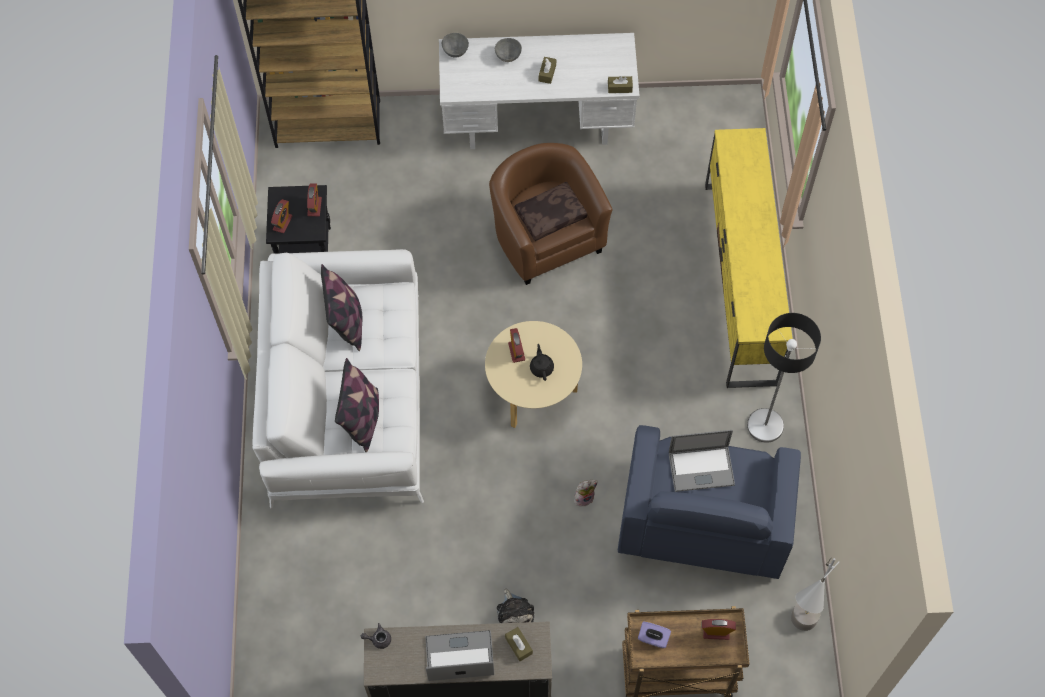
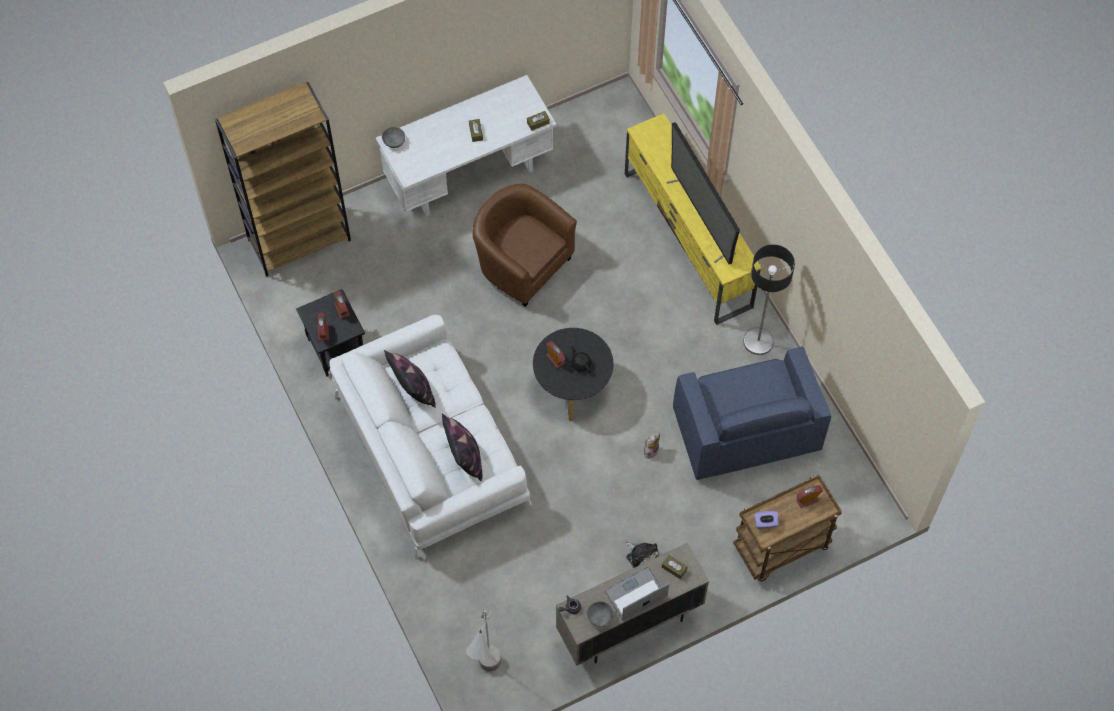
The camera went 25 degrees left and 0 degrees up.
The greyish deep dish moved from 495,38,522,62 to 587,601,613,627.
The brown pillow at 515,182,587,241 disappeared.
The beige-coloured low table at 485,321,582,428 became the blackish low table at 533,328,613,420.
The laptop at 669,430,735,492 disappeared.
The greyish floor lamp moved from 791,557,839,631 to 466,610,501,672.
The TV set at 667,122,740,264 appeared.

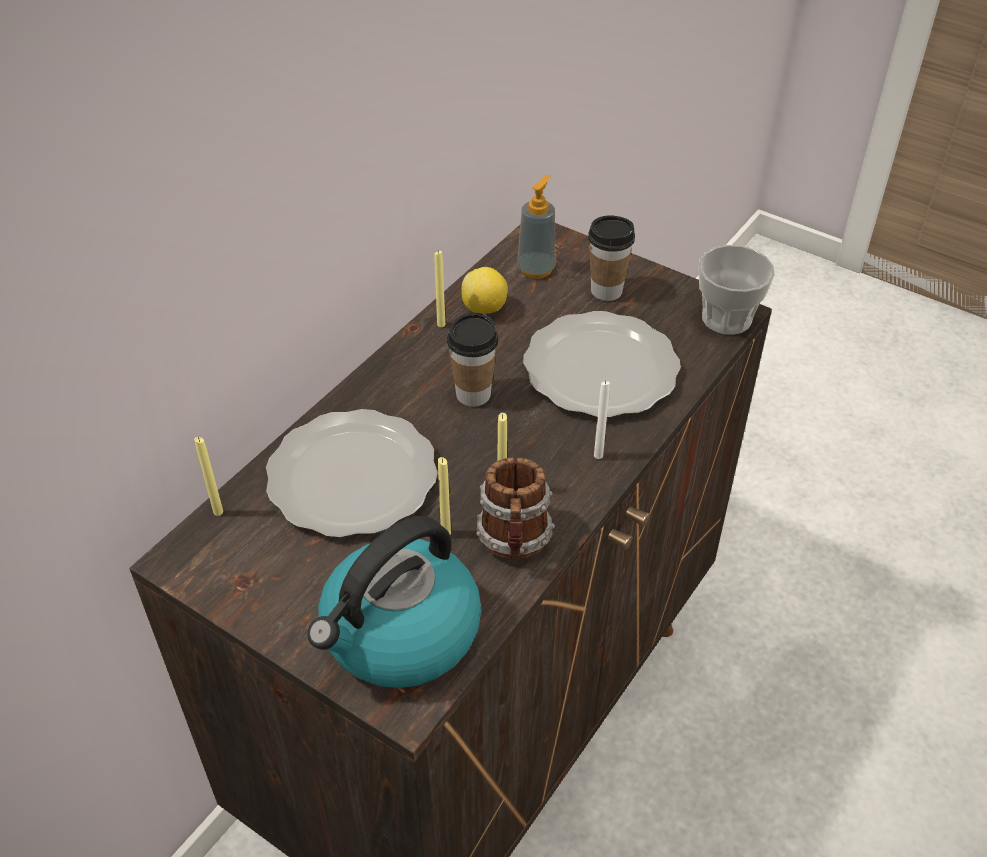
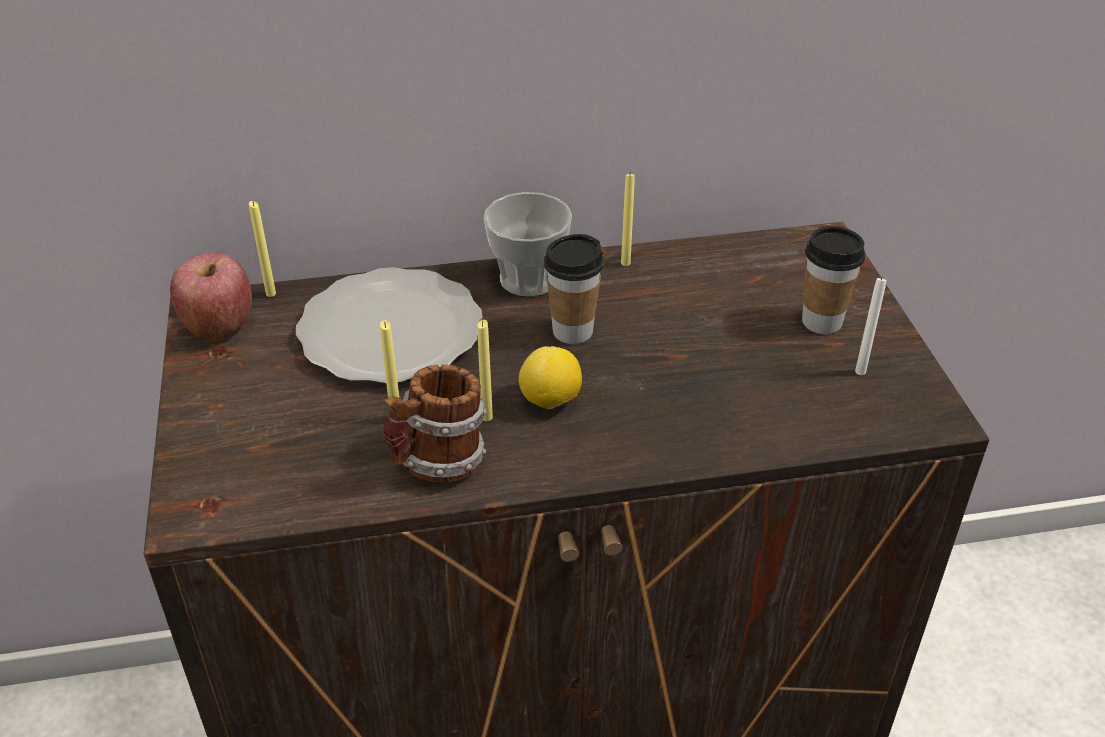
The camera went 45 degrees right and 5 degrees down.
The soap dispenser at 517,175,556,279 disappeared.
The small cup moved from 699,245,775,335 to 483,192,572,296.
The whole lemon moved from 461,267,508,314 to 519,346,582,409.
The dinner plate at 523,311,681,418 disappeared.
The white wax light moved from 594,381,610,459 to 855,277,886,375.
The tea kettle at 307,516,481,688 disappeared.
The apple fruit at 170,252,252,340 appeared.

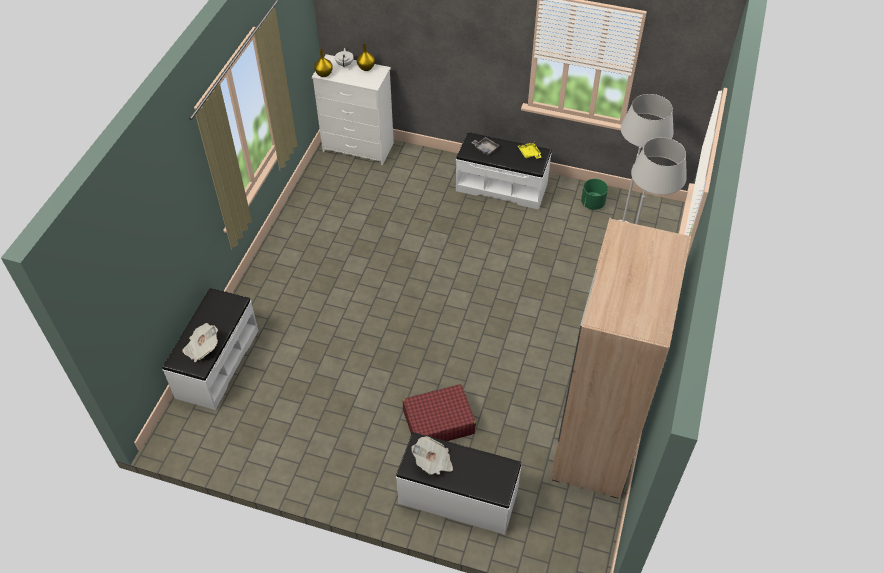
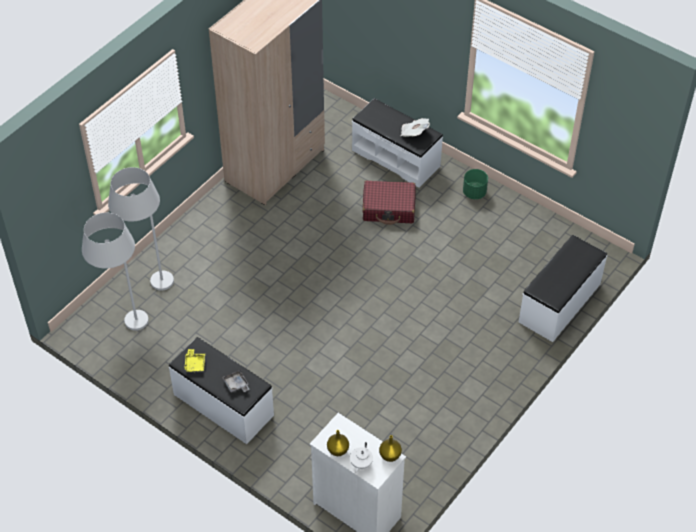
The camera went 160 degrees left and 0 degrees up.
The green-coloured plant pot moved from 581,179,608,210 to 463,169,488,199.
The printed paper at 183,323,218,362 disappeared.

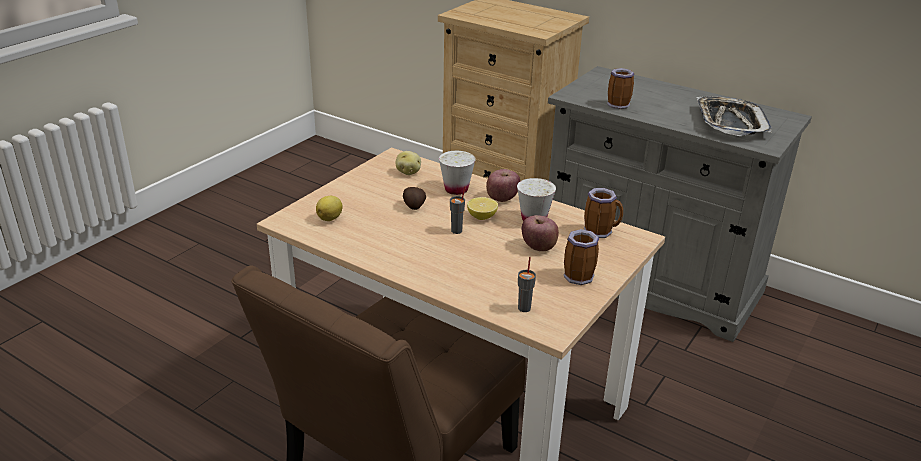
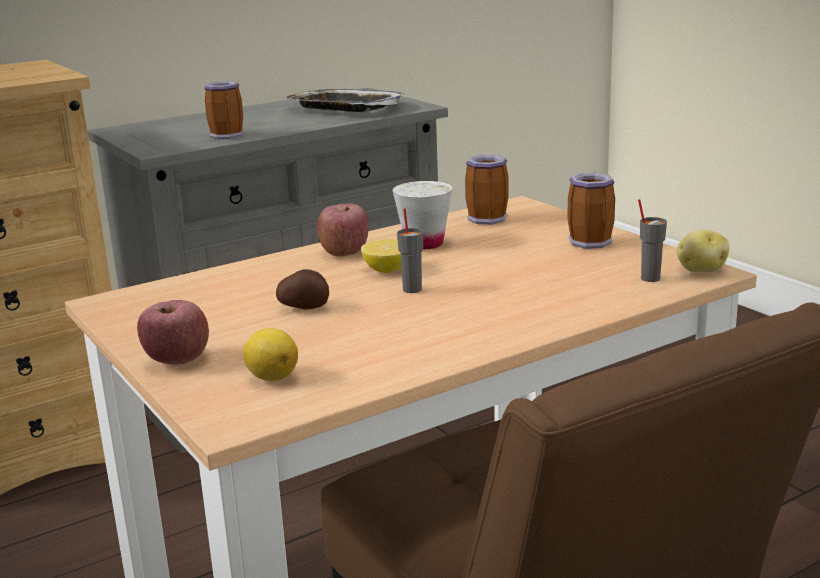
The camera went 65 degrees left and 10 degrees down.
The whole potato moved from 396,151,421,175 to 676,230,729,272.
The white small cup at 439,151,476,195 disappeared.
The apple fruit moved from 522,215,559,251 to 137,300,209,365.

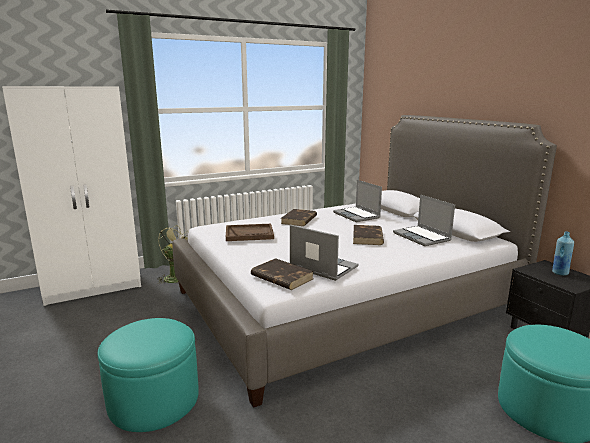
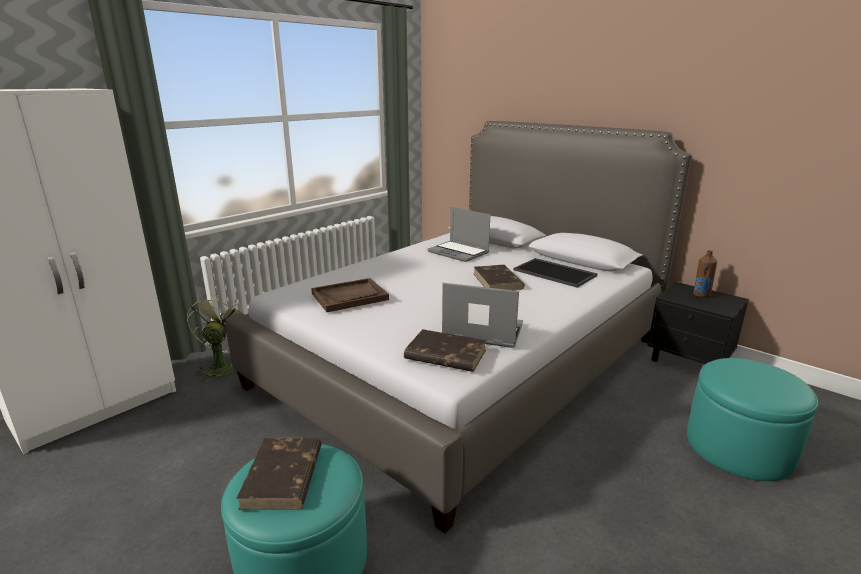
The camera went 20 degrees left and 5 degrees up.
The laptop at 393,195,455,246 was replaced by the serving tray at 514,258,597,288.
The brown volume moved from 281,209,317,226 to 236,438,322,510.
The blue-coloured beverage bottle at 552,231,574,276 became the brown beverage bottle at 693,250,717,298.

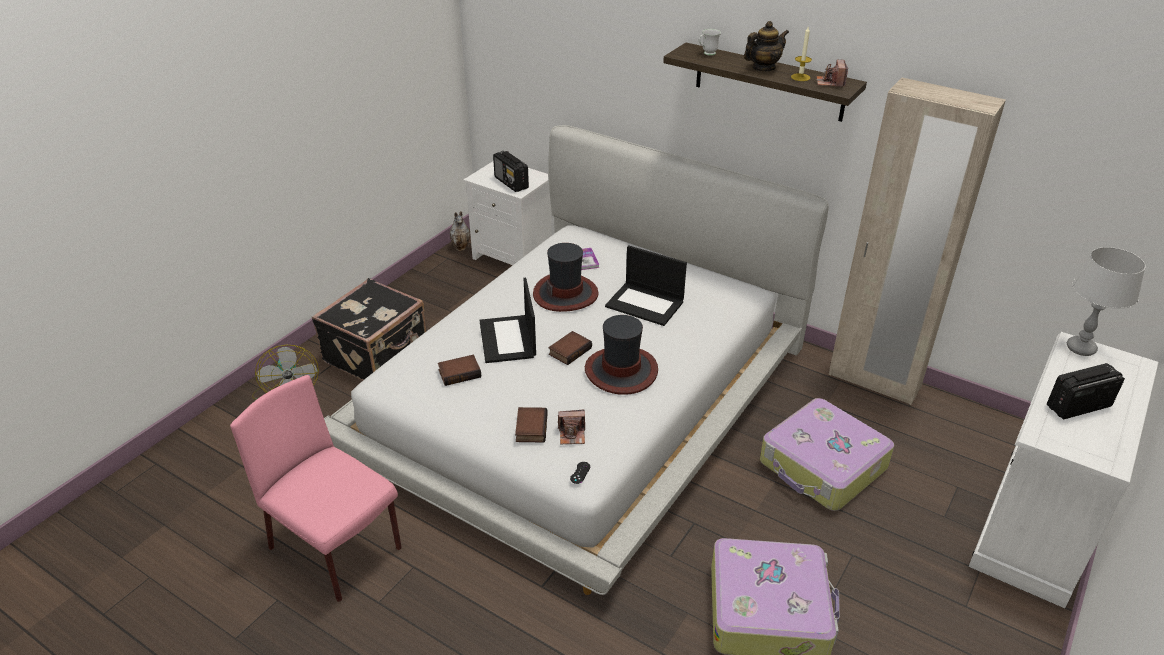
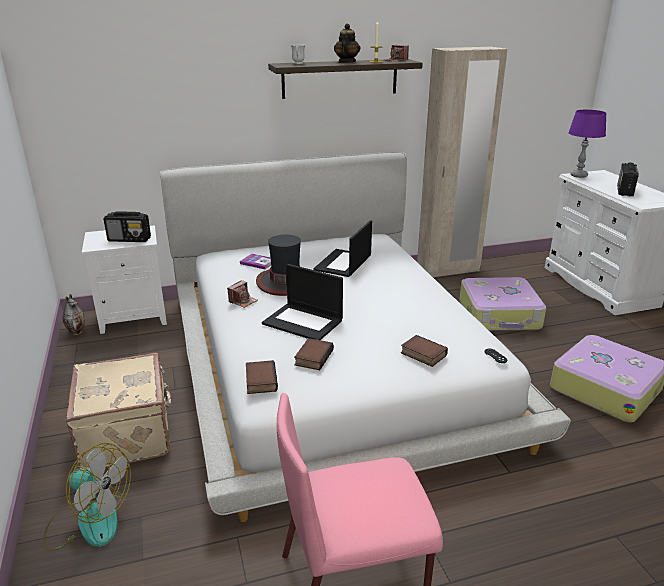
The camera went 50 degrees left and 10 degrees down.
The laptop at 605,245,687,326 turned 135 degrees clockwise.
The greyish table lamp at 1067,247,1146,356 became the purplish table lamp at 568,110,607,178.
The blackish travel case at 312,278,426,380 became the beige-coloured travel case at 66,353,173,469.
The clothing hat at 585,315,658,395 disappeared.
The volume moved from 548,331,592,365 to 246,360,278,394.
The still camera moved from 558,410,585,444 to 227,280,258,308.

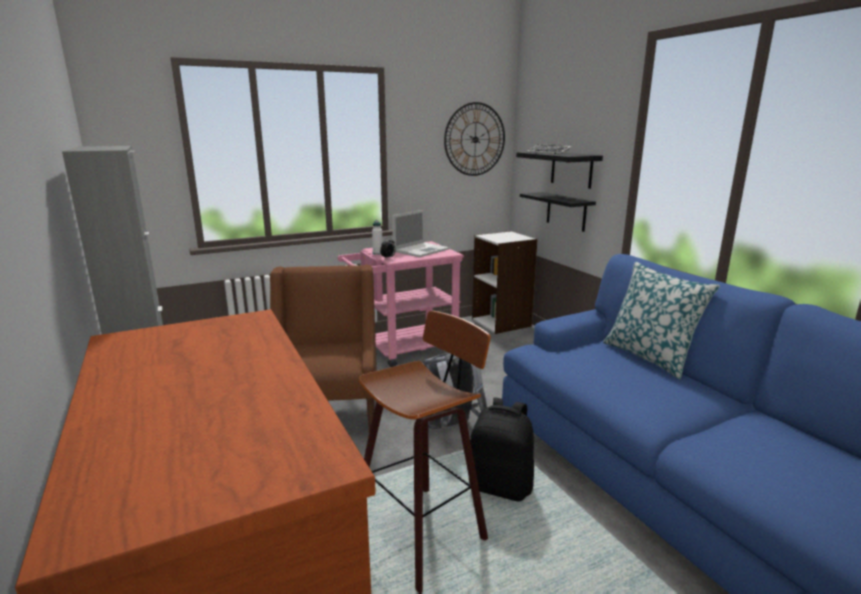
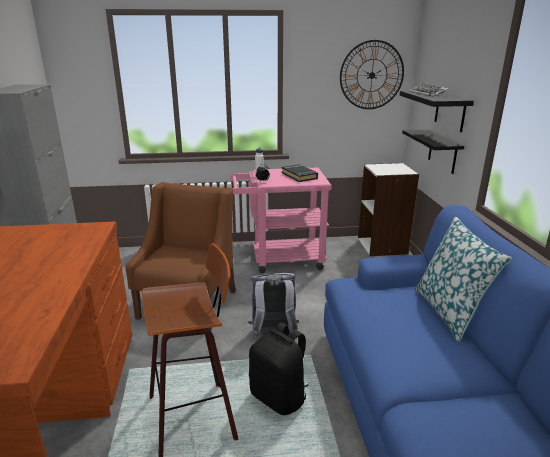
The camera went 20 degrees right and 5 degrees up.
The laptop at 392,210,450,257 was replaced by the blackish volume at 282,164,318,182.

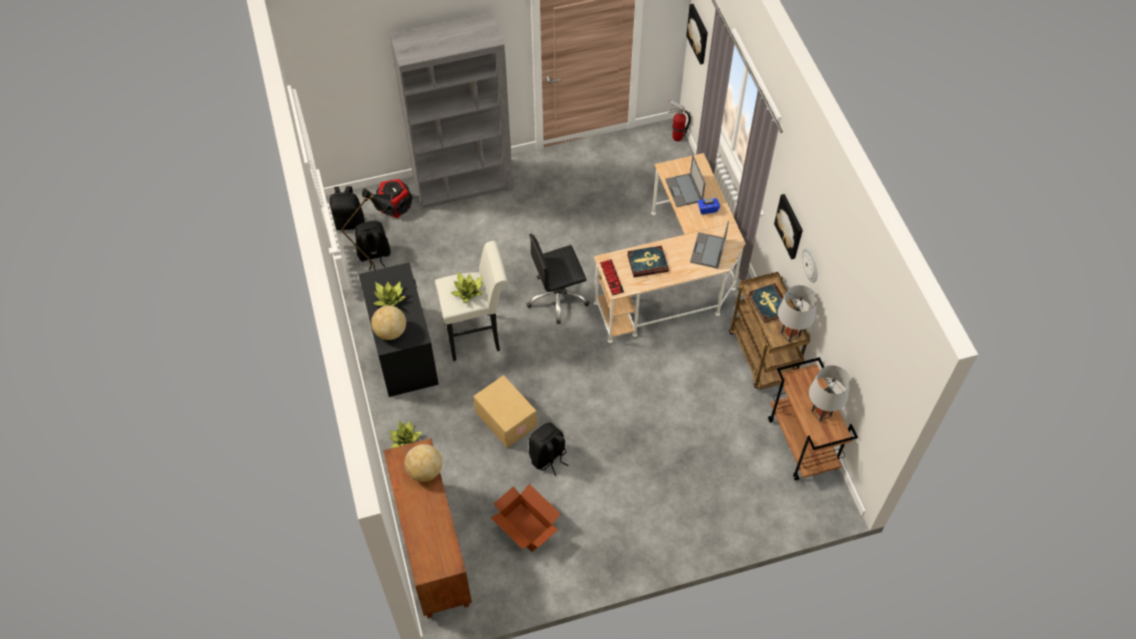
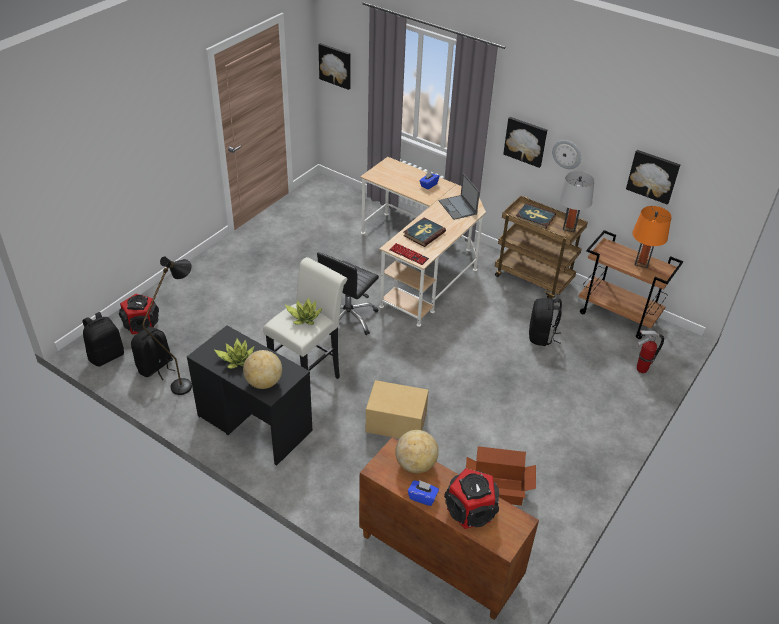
The camera went 40 degrees left and 15 degrees down.
The greyish shelving unit at 389,13,513,209 disappeared.
The fire-fighting cylinder moved from 668,99,691,141 to 637,331,664,373.
The laptop at 665,155,705,207 disappeared.
The greyish table lamp at 809,365,851,422 became the orange-coloured table lamp at 632,206,672,269.
The potted plant at 389,421,422,448 disappeared.
The blackish knapsack moved from 529,423,568,476 to 529,298,562,346.
The wall art at 626,150,680,205 appeared.
The loudspeaker at 444,468,499,529 appeared.
The blue-coloured box of tissues at 408,480,439,506 appeared.

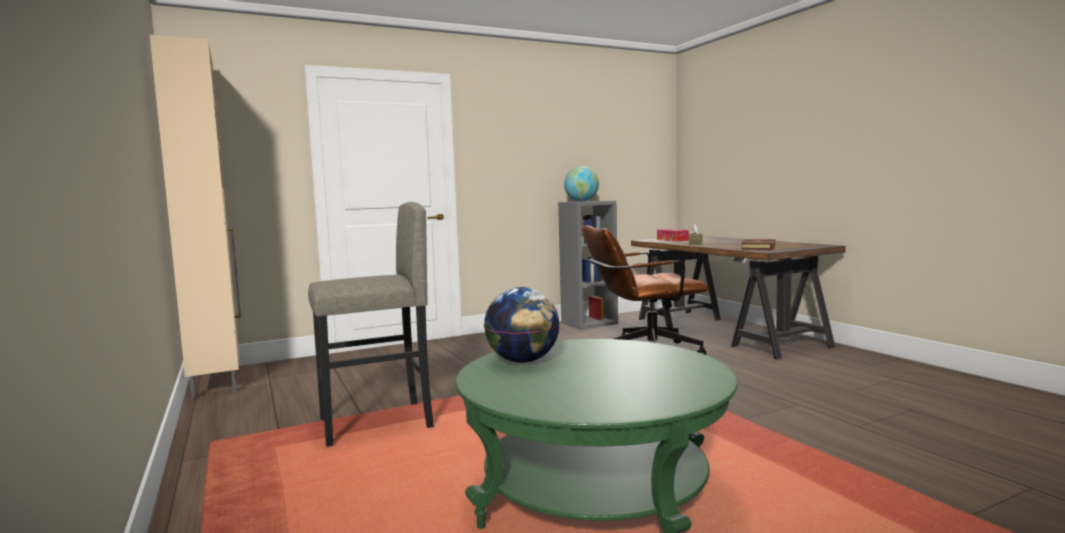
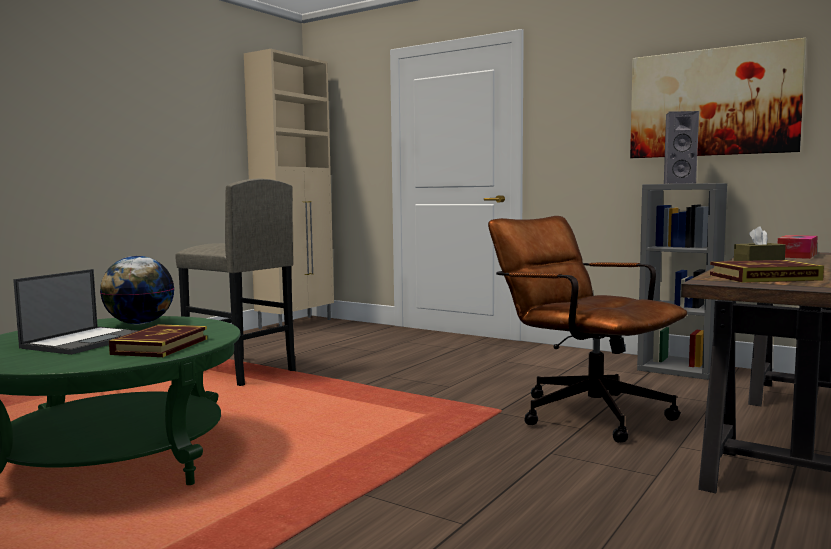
The camera went 60 degrees right and 0 degrees up.
The desk globe at 564,166,599,201 was replaced by the greyish loudspeaker at 664,111,699,184.
The wall art at 630,38,806,158 appeared.
The laptop at 13,269,139,355 appeared.
The volume at 109,324,208,357 appeared.

